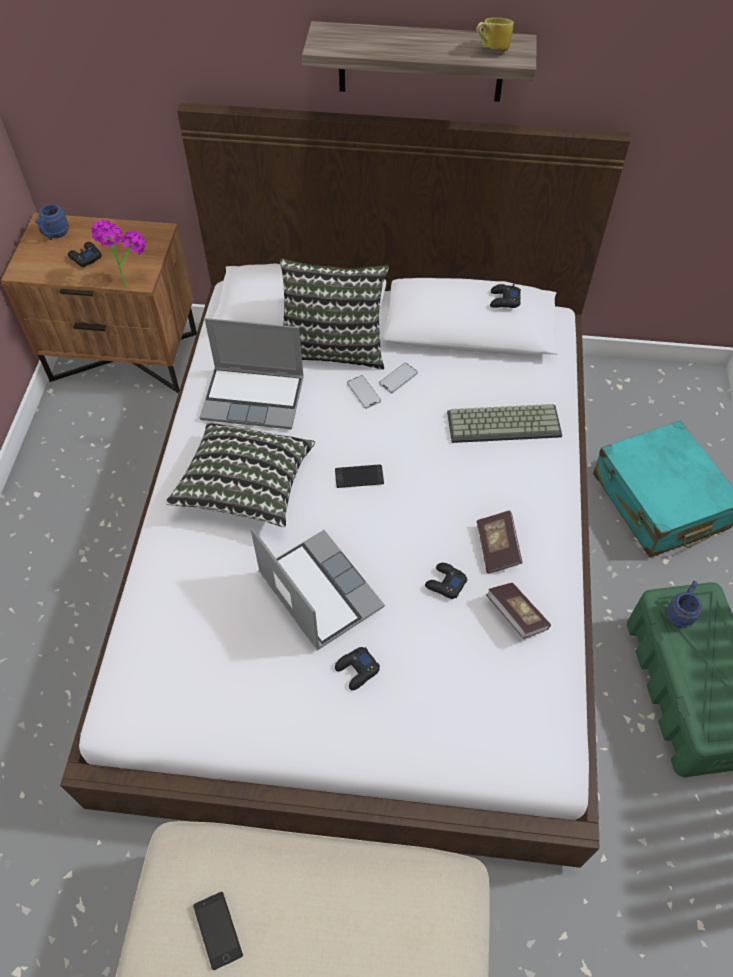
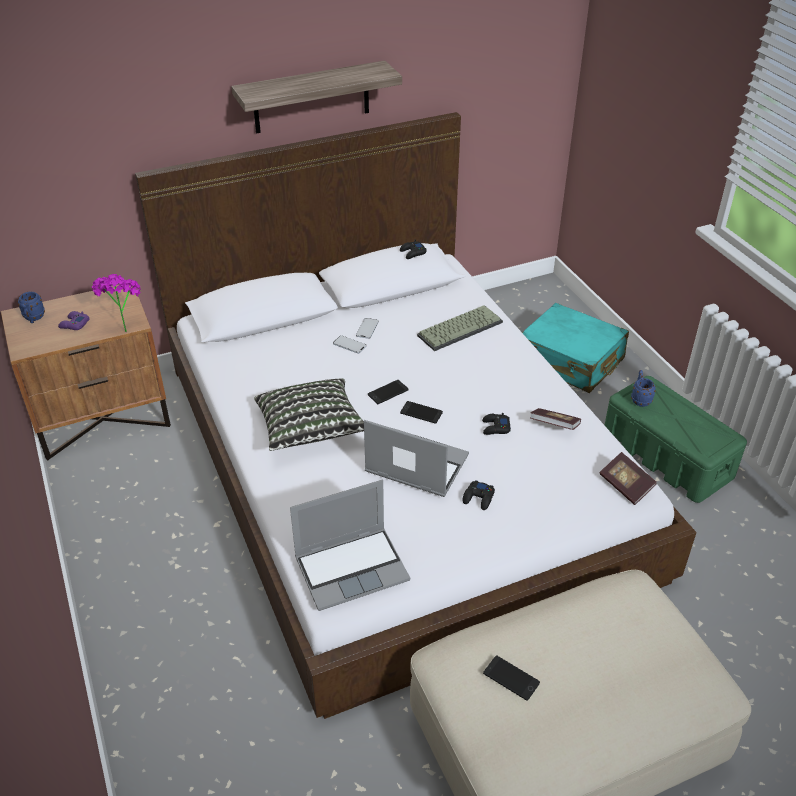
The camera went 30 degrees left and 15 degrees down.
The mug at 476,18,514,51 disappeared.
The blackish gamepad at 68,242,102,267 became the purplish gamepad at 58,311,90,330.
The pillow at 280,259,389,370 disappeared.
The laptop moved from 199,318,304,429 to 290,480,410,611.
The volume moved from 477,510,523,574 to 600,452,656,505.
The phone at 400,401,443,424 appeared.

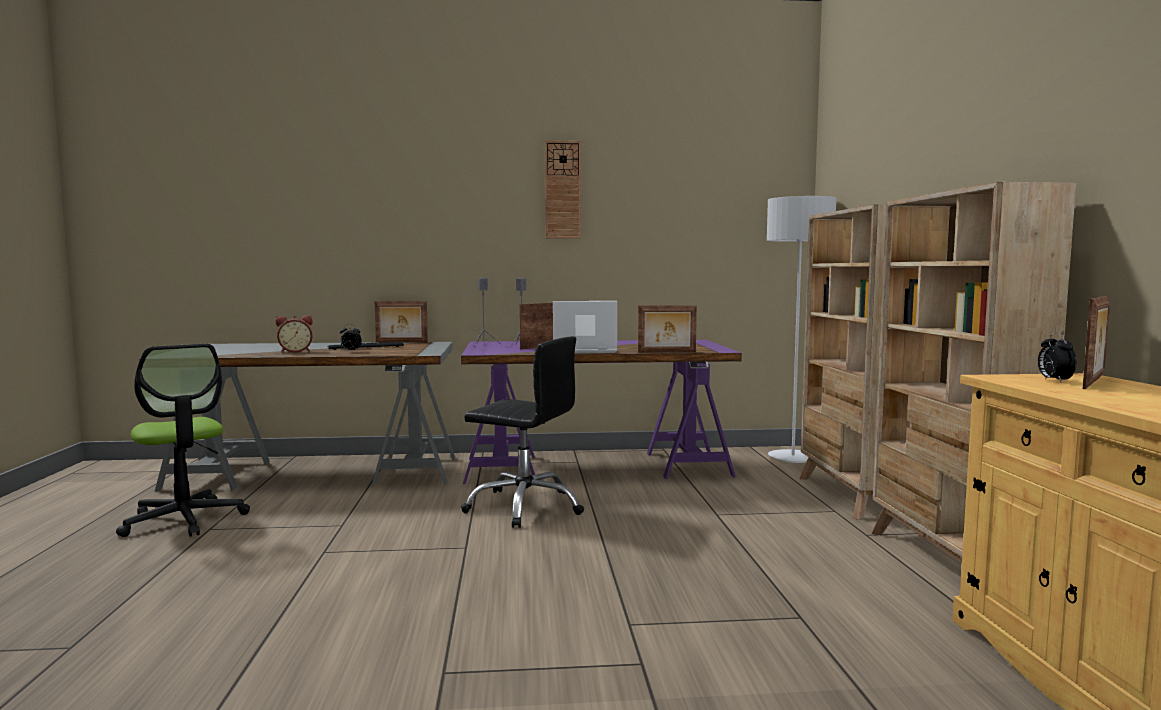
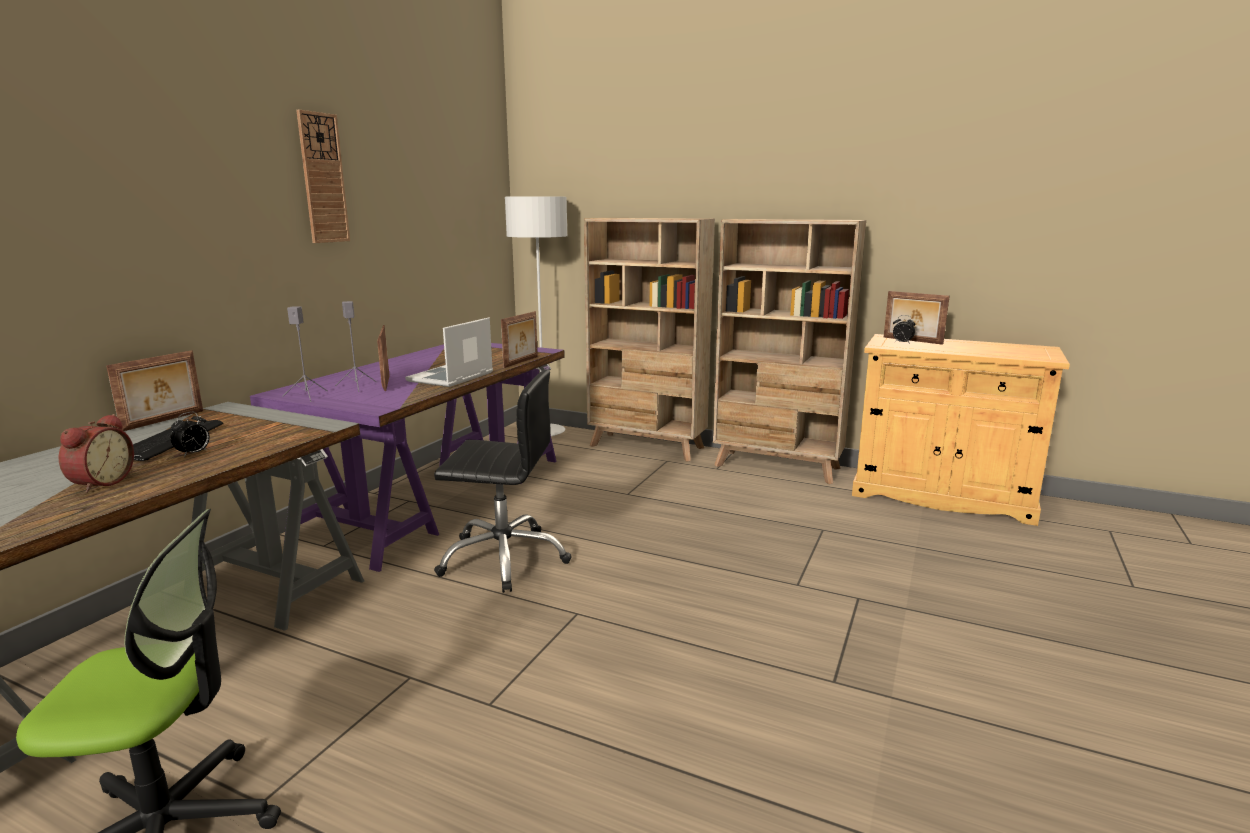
The camera went 60 degrees left and 10 degrees up.
The standing frame at 1083,296,1110,389 turned 150 degrees clockwise.
The blackish office chair at 461,336,584,528 turned 45 degrees clockwise.

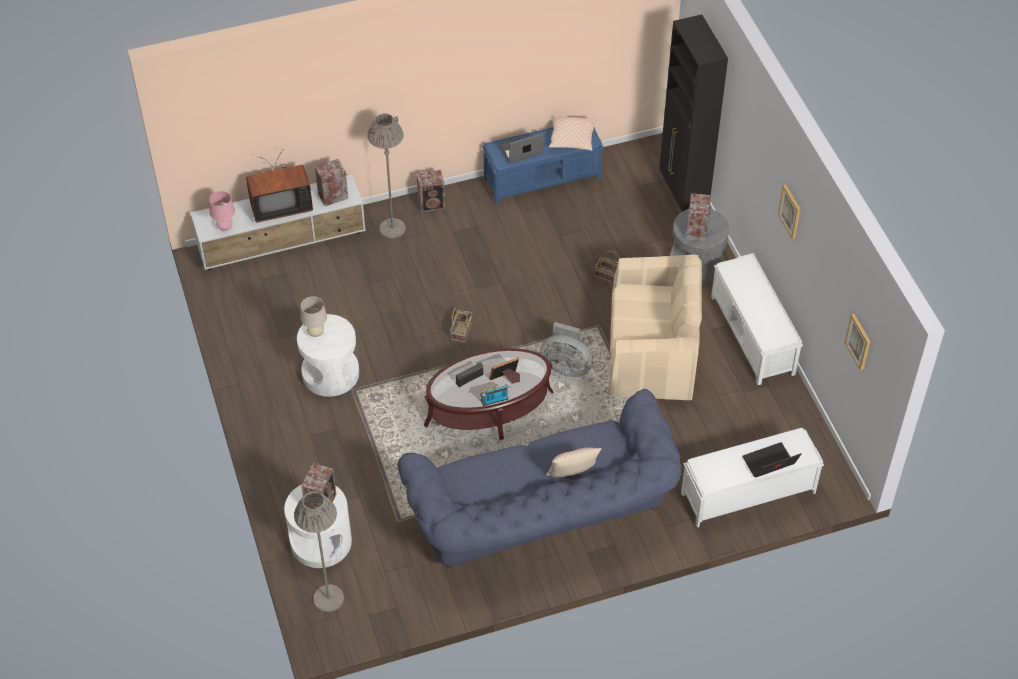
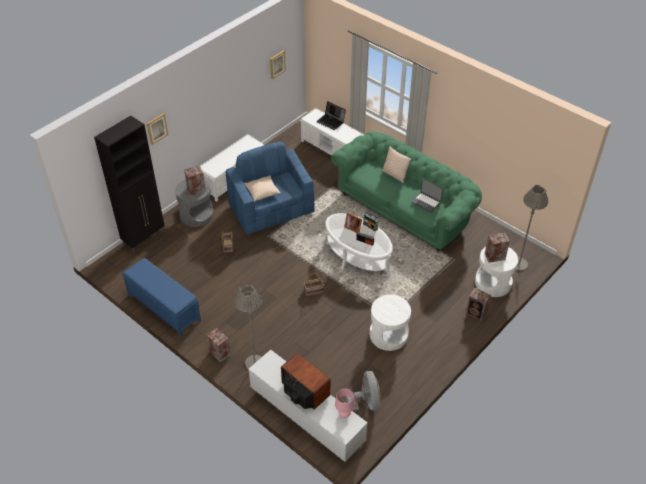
The camera went 120 degrees left and 5 degrees down.
The beige-coloured pillow moved from 549,117,596,151 to 244,176,280,201.
The laptop moved from 499,133,544,163 to 411,179,443,213.
The loudspeaker moved from 315,159,348,206 to 466,288,491,320.
The wall art moved from 778,185,801,239 to 147,113,168,145.
The beige-coloured lounge chair at 609,255,702,400 became the blue-coloured lounge chair at 226,141,315,235.
The beige-coloured table lamp at 301,296,327,337 disappeared.
The greyish fan moved from 540,322,593,377 to 345,371,380,411.
The brown low table at 424,348,554,440 became the white low table at 325,213,393,277.
The blue-coloured settee at 398,389,682,567 became the green-coloured settee at 331,132,482,252.

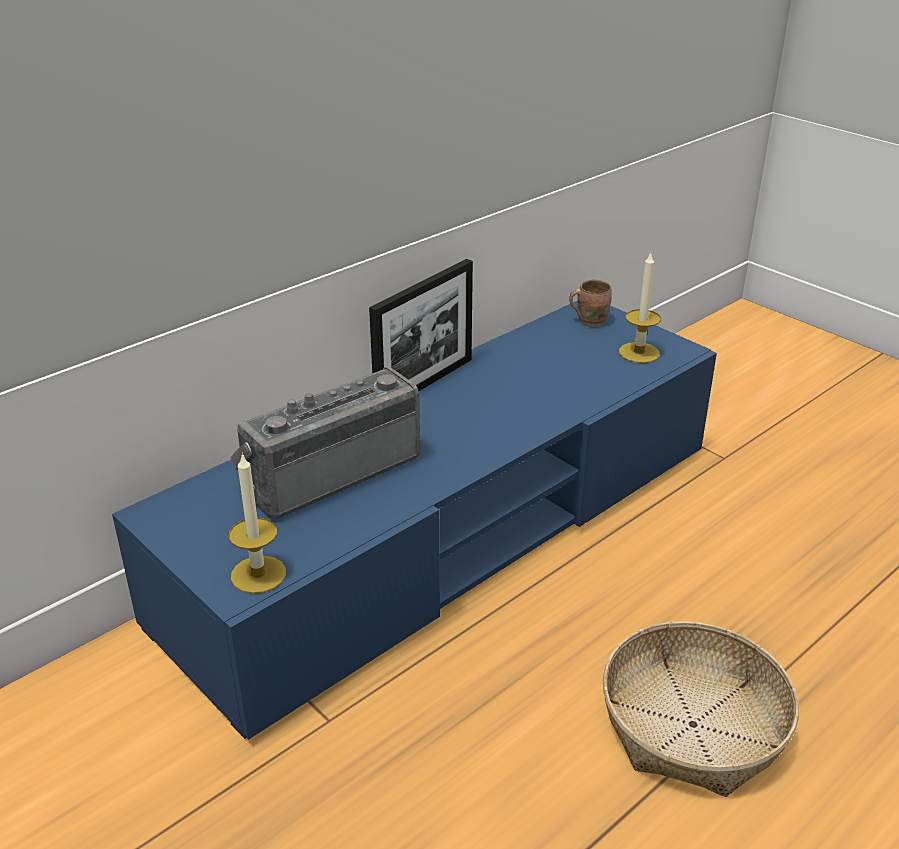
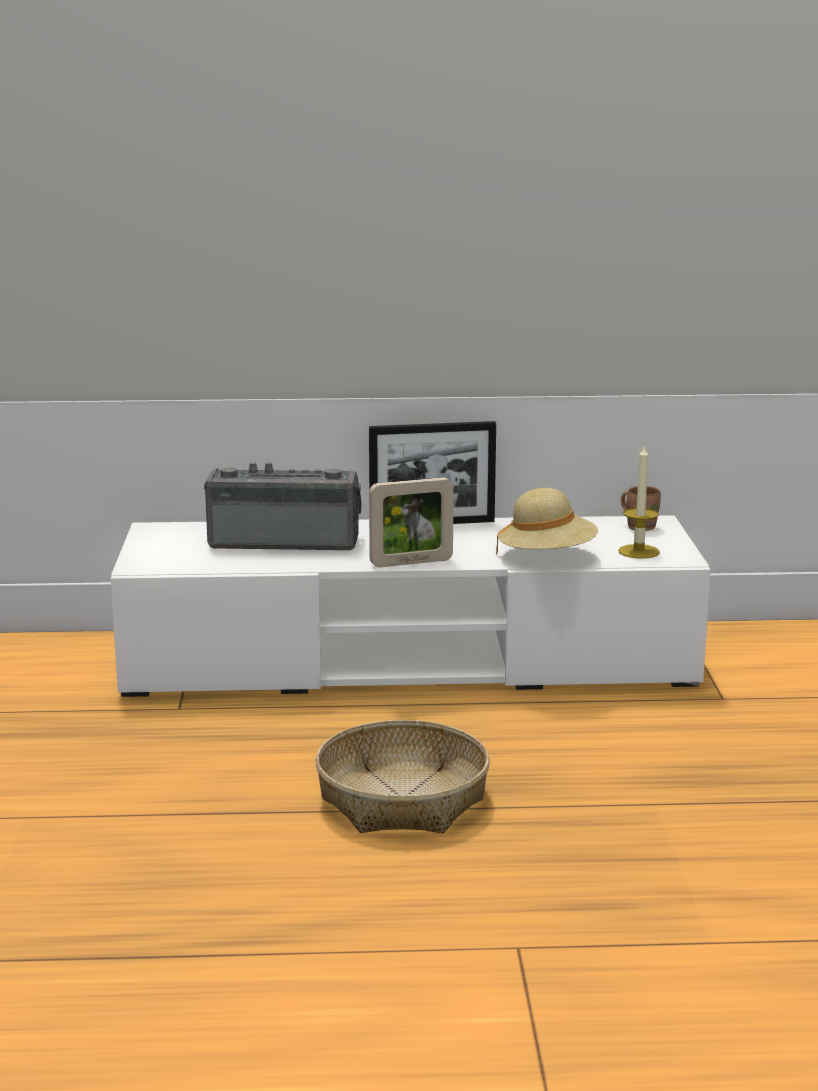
The camera went 40 degrees right and 15 degrees down.
The blue-coloured tv stand at 112,301,717,740 became the white tv stand at 111,515,711,697.
The wax light at 229,453,286,594 disappeared.
The standing frame at 369,477,454,567 appeared.
The beige-coloured clothing hat at 496,488,598,555 appeared.

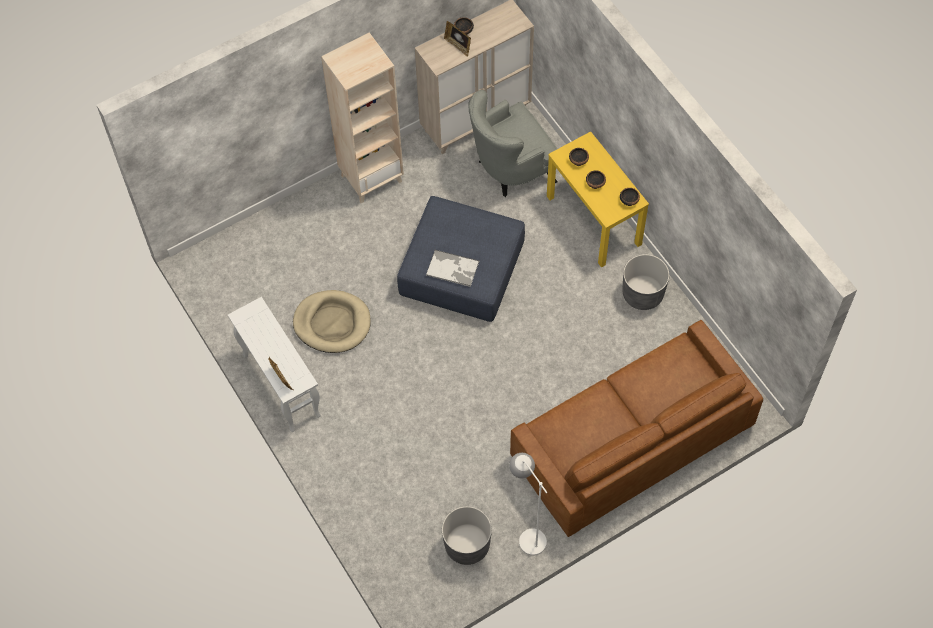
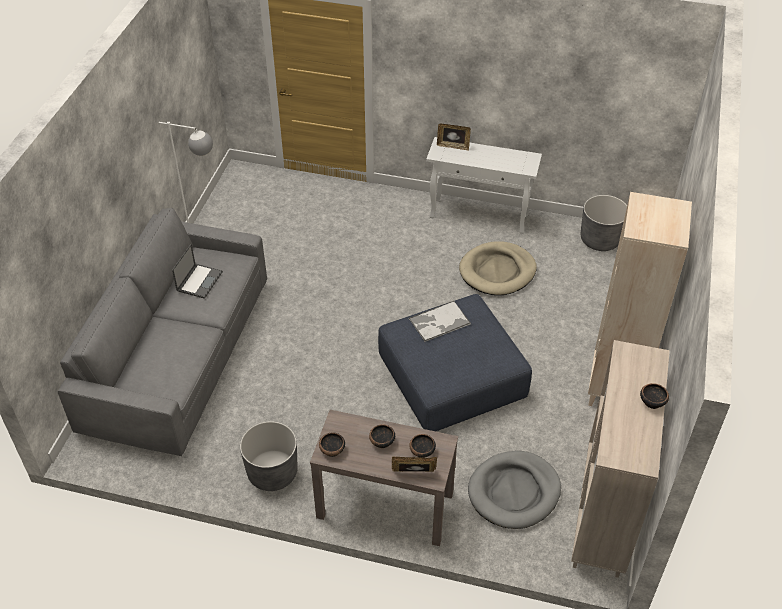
The camera went 135 degrees right and 15 degrees down.
The standing frame moved from 444,21,471,57 to 392,456,437,472.
The greyish lounge chair at 468,90,558,197 was replaced by the greyish dog cushion at 468,451,561,529.
The yellow-coloured console table at 547,131,649,268 became the brown console table at 310,410,458,546.
The brown settee at 510,320,763,537 became the greyish settee at 58,208,267,456.
The greyish plant pot moved from 442,506,492,565 to 581,195,627,251.
The laptop at 172,244,223,299 appeared.

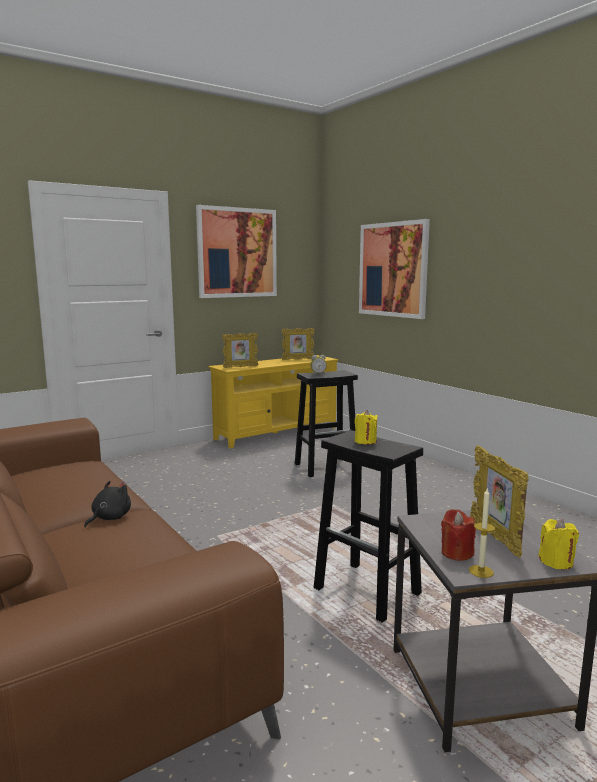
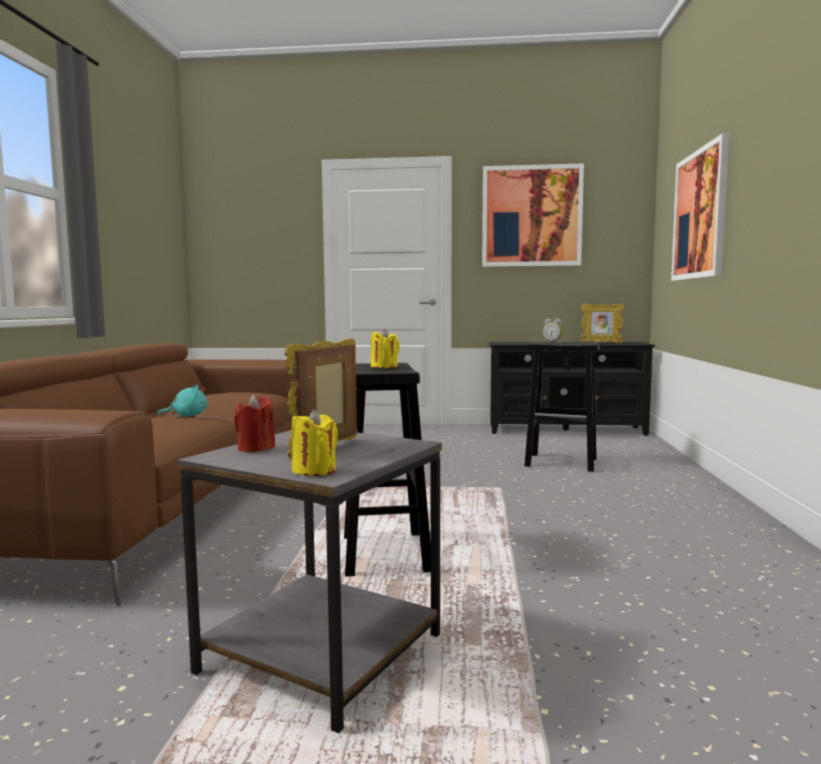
The camera went 40 degrees right and 5 degrees down.
The standing frame at 222,333,258,368 disappeared.
The yellow-coloured tv stand at 209,355,338,448 became the blackish tv stand at 489,342,655,436.
The blackish cuddly toy at 84,481,131,527 became the turquoise cuddly toy at 157,385,207,417.
The wax light at 469,487,495,578 disappeared.

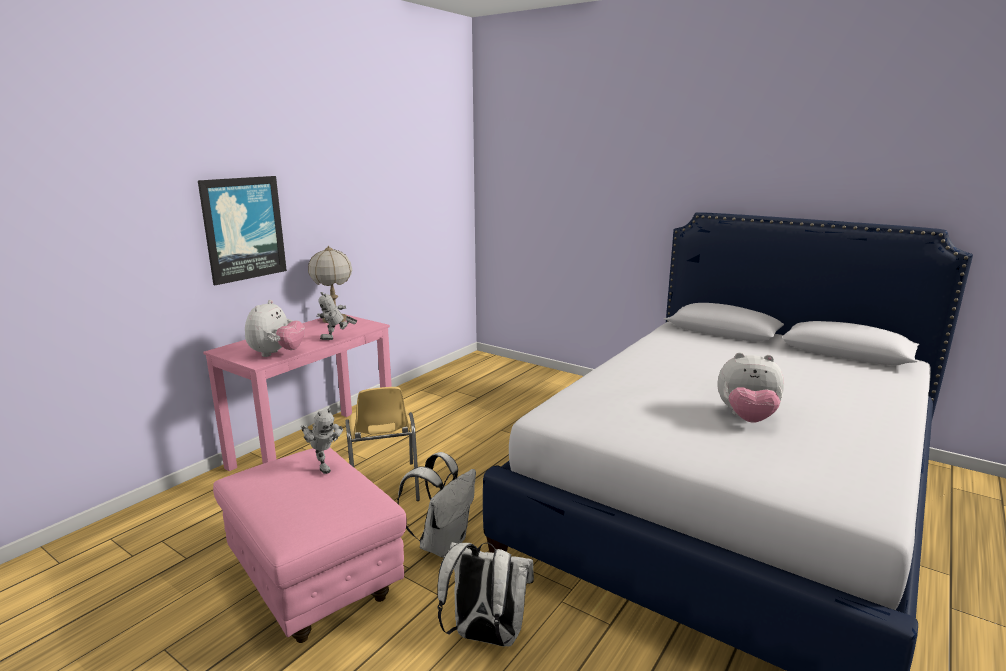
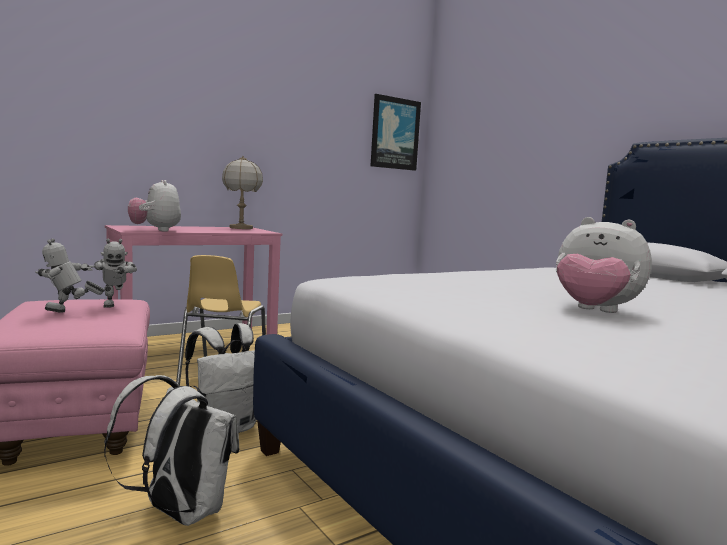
The camera went 20 degrees right and 10 degrees down.
The wall art moved from 198,176,287,285 to 371,94,421,171.
The toy robot moved from 316,292,357,340 to 35,238,105,313.
The cuddly toy at 245,300,305,357 turned 120 degrees clockwise.

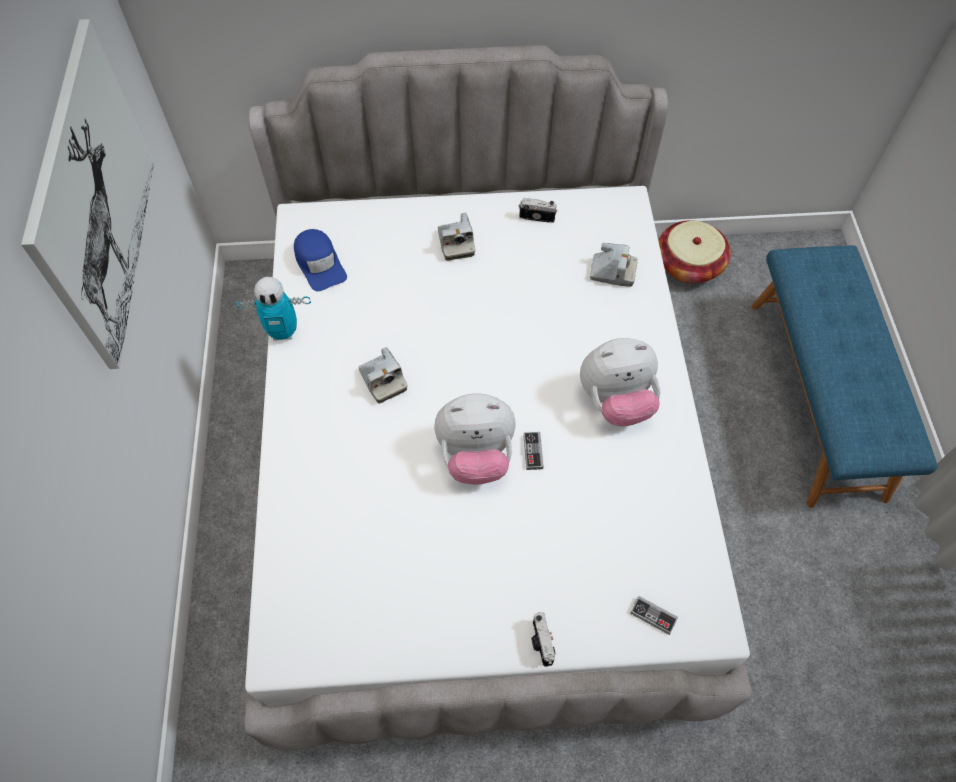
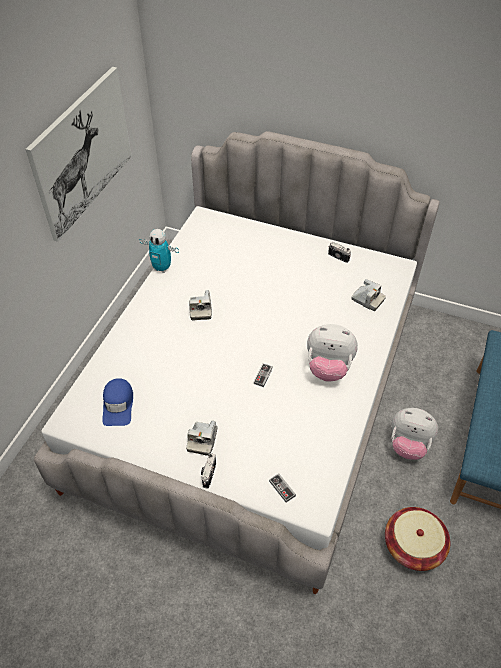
The camera went 25 degrees right and 10 degrees down.
The still camera moved from 438,213,475,261 to 186,421,218,456.
The storage basket moved from 658,220,731,284 to 385,507,450,571.
The blue-coloured cap moved from 294,229,347,291 to 102,378,133,426.
The cuddly toy moved from 434,394,515,484 to 391,408,438,460.

